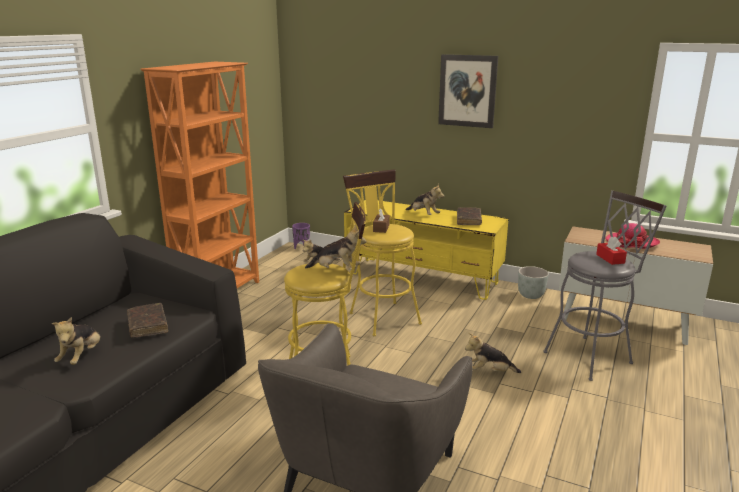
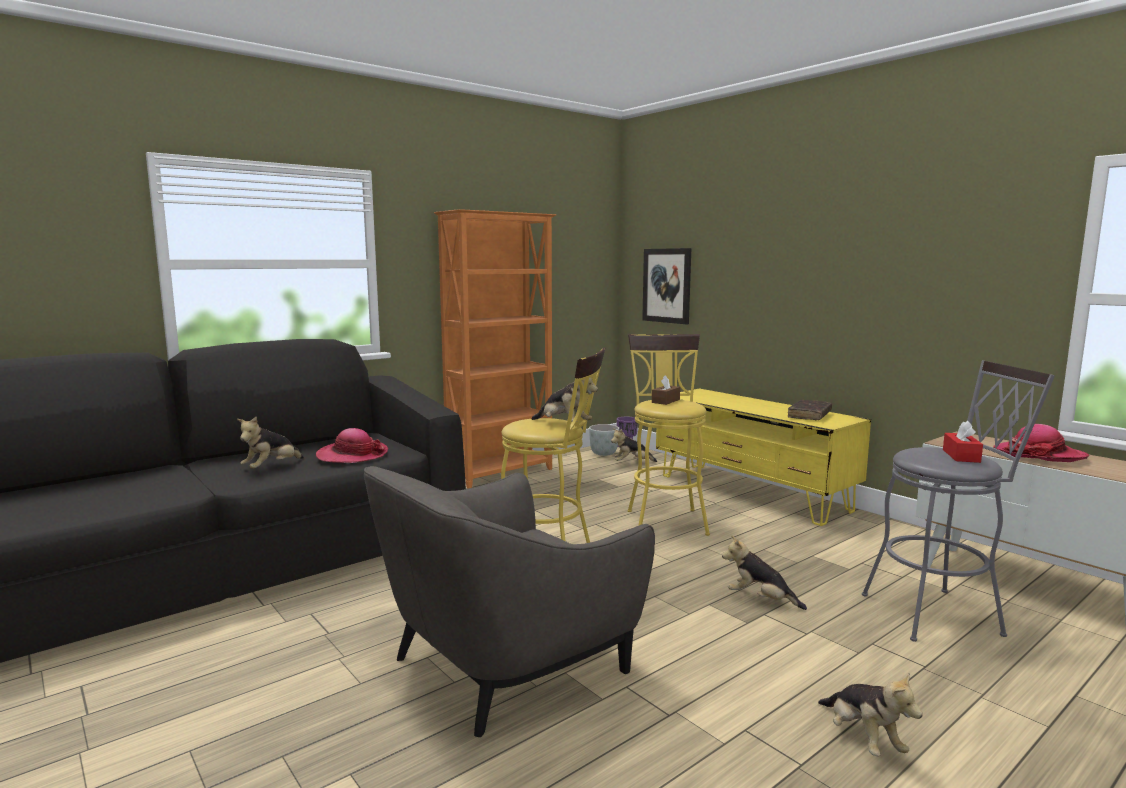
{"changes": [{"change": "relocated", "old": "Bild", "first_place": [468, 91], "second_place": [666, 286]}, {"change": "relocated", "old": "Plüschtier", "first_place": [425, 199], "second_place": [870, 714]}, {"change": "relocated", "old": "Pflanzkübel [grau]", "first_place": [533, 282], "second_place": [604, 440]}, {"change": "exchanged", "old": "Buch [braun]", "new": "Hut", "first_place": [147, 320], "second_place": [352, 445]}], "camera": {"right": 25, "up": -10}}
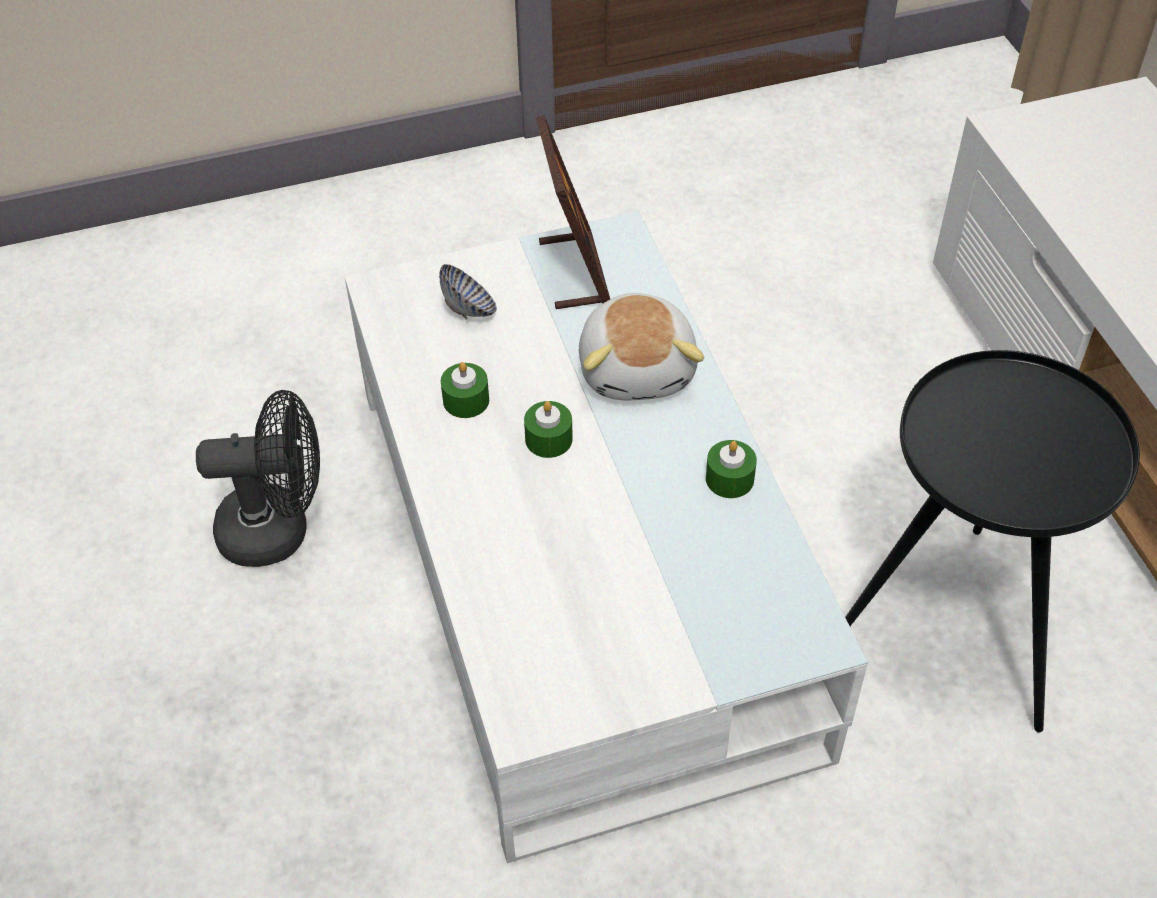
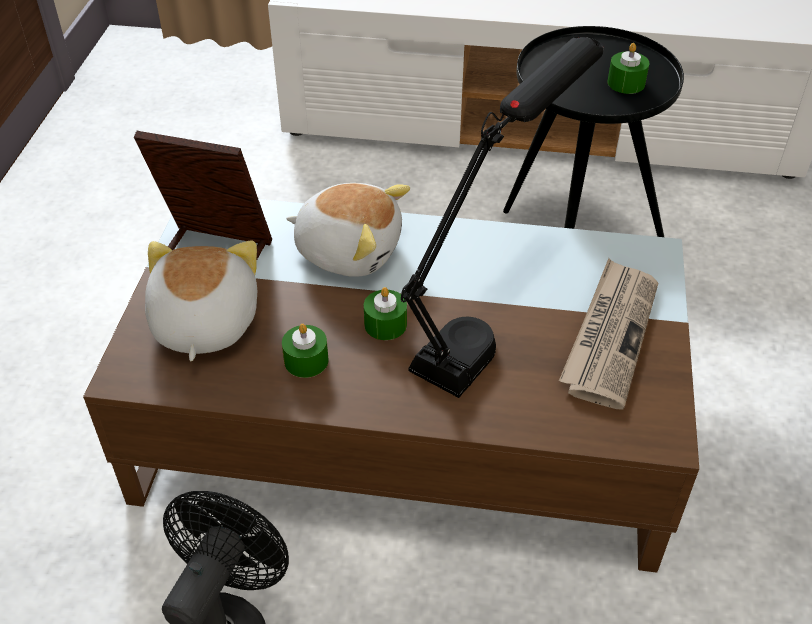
{"changes": [{"change": "colour", "old": "Couchtisch [weiß]", "new": "Couchtisch [braun]", "first_place": [606, 537], "second_place": [391, 386]}, {"change": "exchanged", "old": "Schüssel", "new": "Plüschtier", "first_place": [468, 292], "second_place": [201, 301]}, {"change": "relocated", "old": "Kerze [grün]", "first_place": [731, 469], "second_place": [628, 68]}, {"change": "appeared", "new": "Tischlampe [schwarz]", "second_place": [502, 217]}, {"change": "appeared", "new": "Zeitung", "second_place": [608, 334]}], "camera": {"right": -65, "up": -5}}
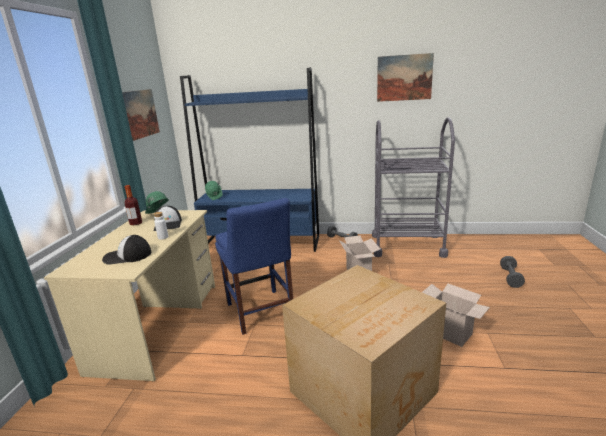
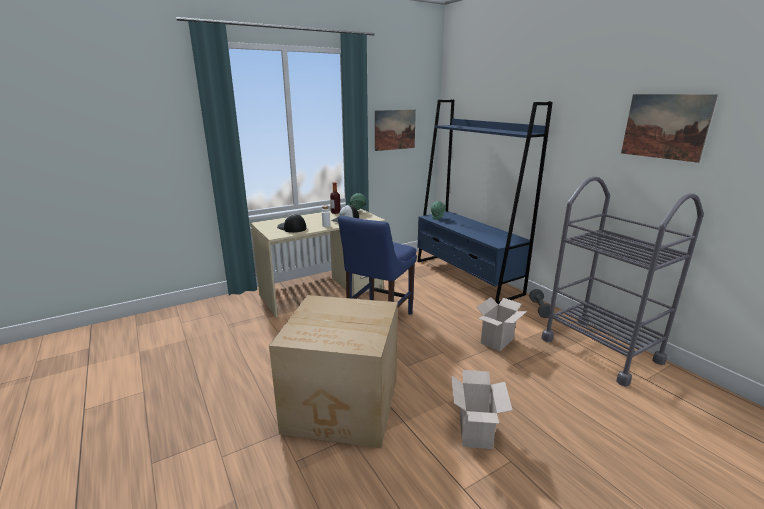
{"changes": [{"change": "missing", "old": "Hantel [grau]", "first_place": [512, 272]}], "camera": {"right": 50, "up": 0}}
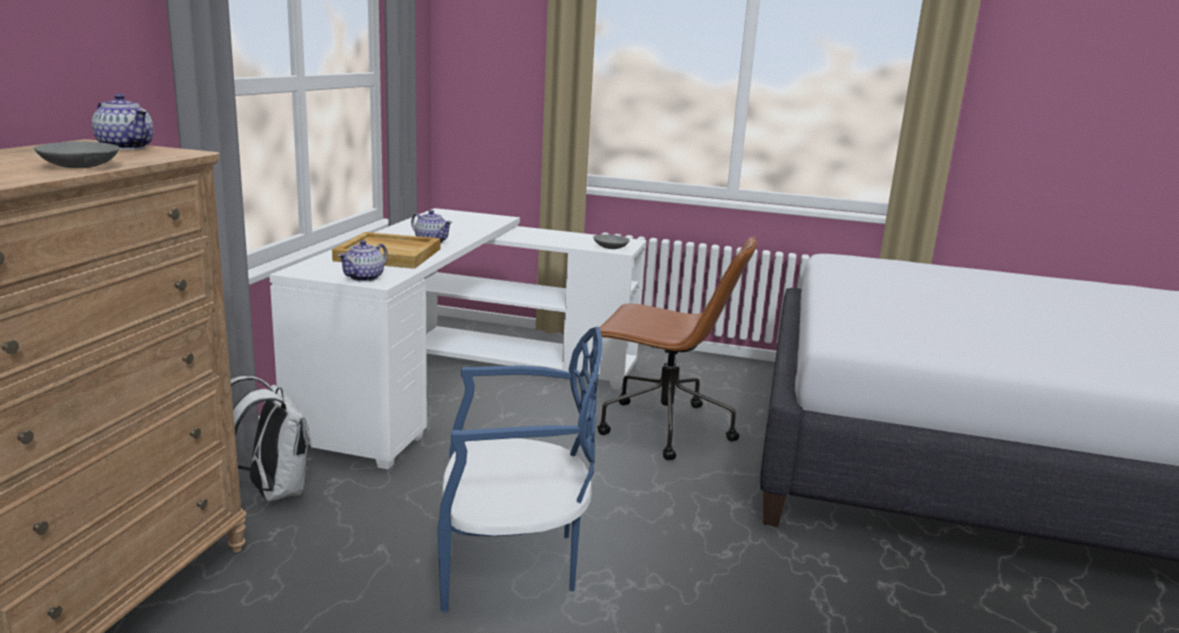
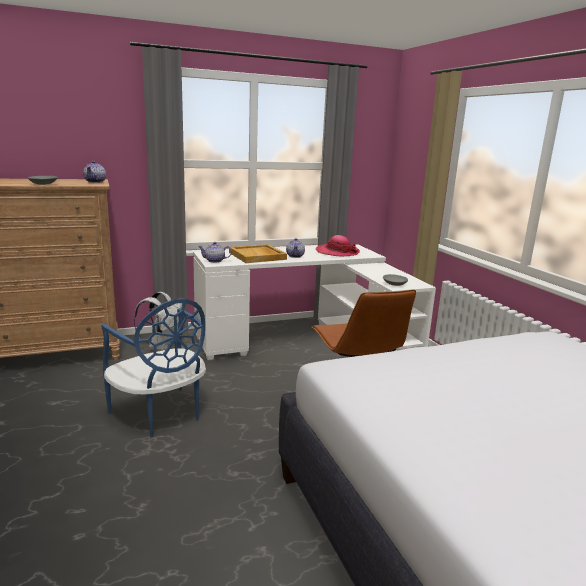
{"changes": [{"change": "appeared", "new": "Hut", "second_place": [338, 245]}], "camera": {"right": 55, "up": 0}}
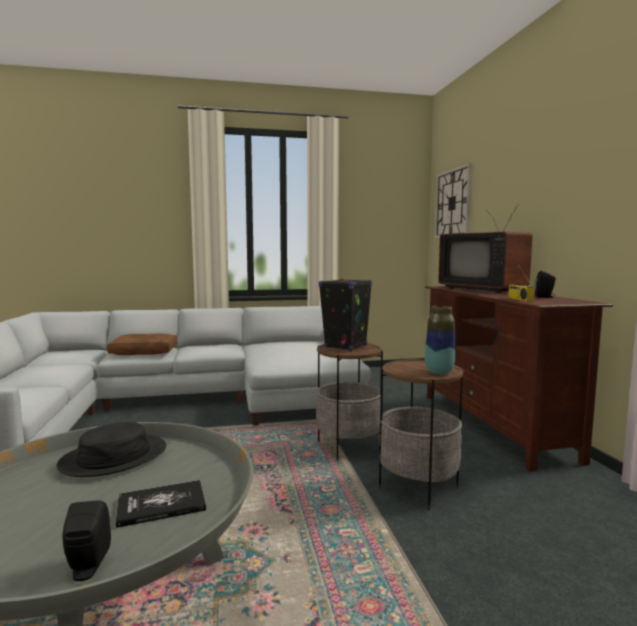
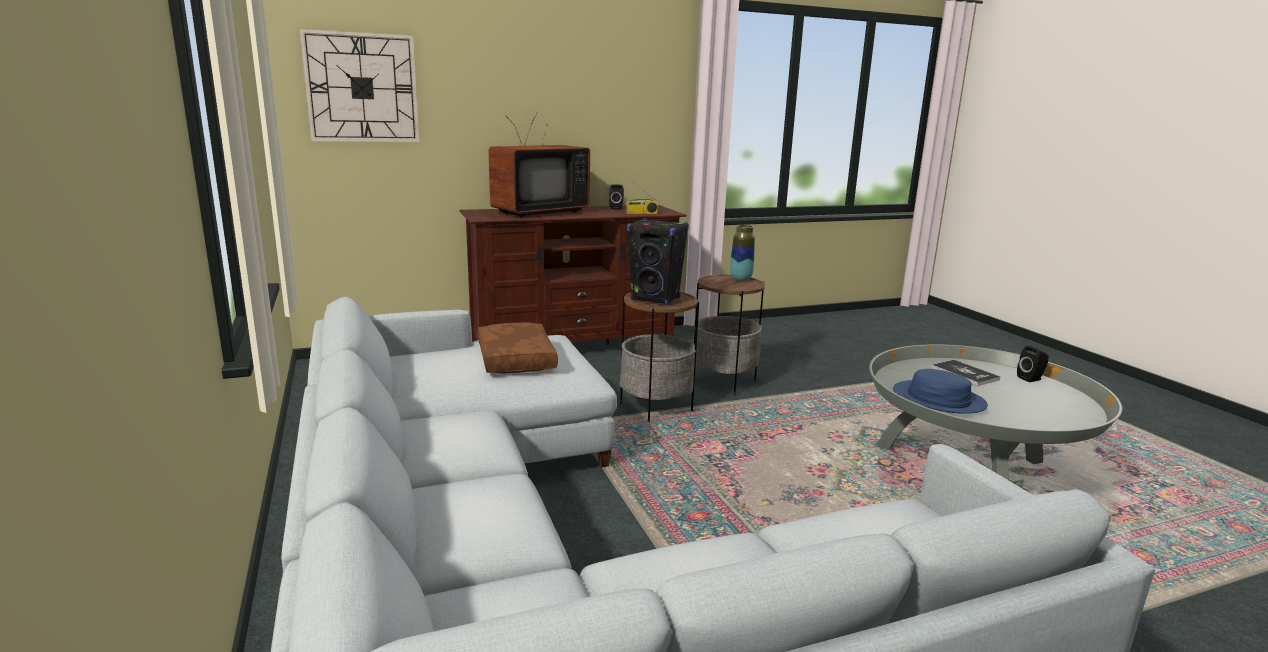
{"changes": [{"change": "relocated", "old": "Kissen [braun]", "first_place": [142, 344], "second_place": [518, 348]}, {"change": "colour", "old": "Hut [schwarz]", "new": "Hut [blau]", "first_place": [111, 449], "second_place": [940, 391]}], "camera": {"right": -100, "up": 10}}
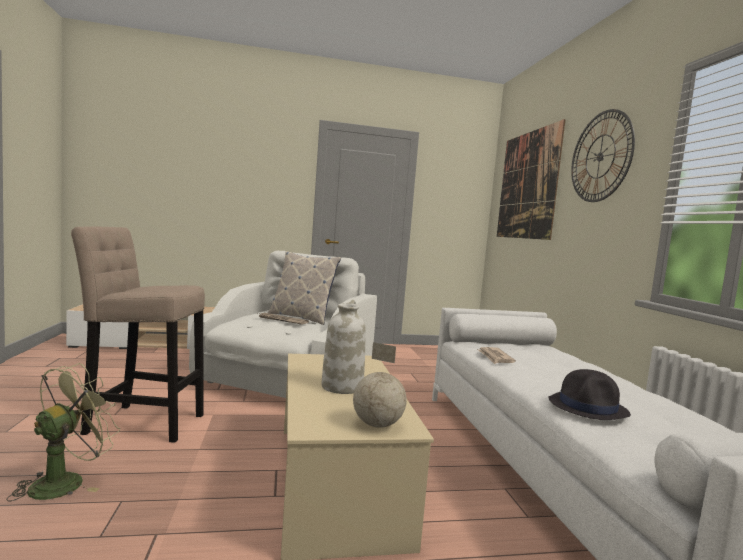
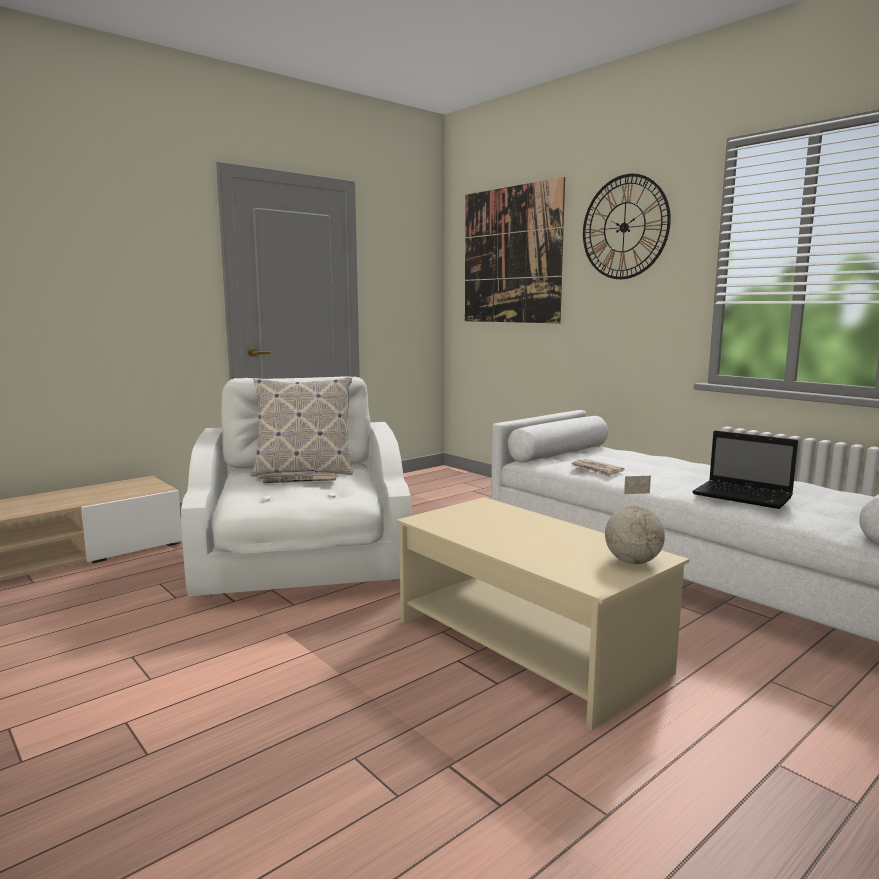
{"changes": [{"change": "missing", "old": "Hocker [beige]", "first_place": [138, 335]}, {"change": "missing", "old": "Vase [weiß]", "first_place": [343, 347]}, {"change": "missing", "old": "Ventilator [grün]", "first_place": [63, 432]}, {"change": "exchanged", "old": "Hut [schwarz]", "new": "Laptop", "first_place": [589, 394], "second_place": [745, 470]}], "camera": {"right": -30, "up": 5}}
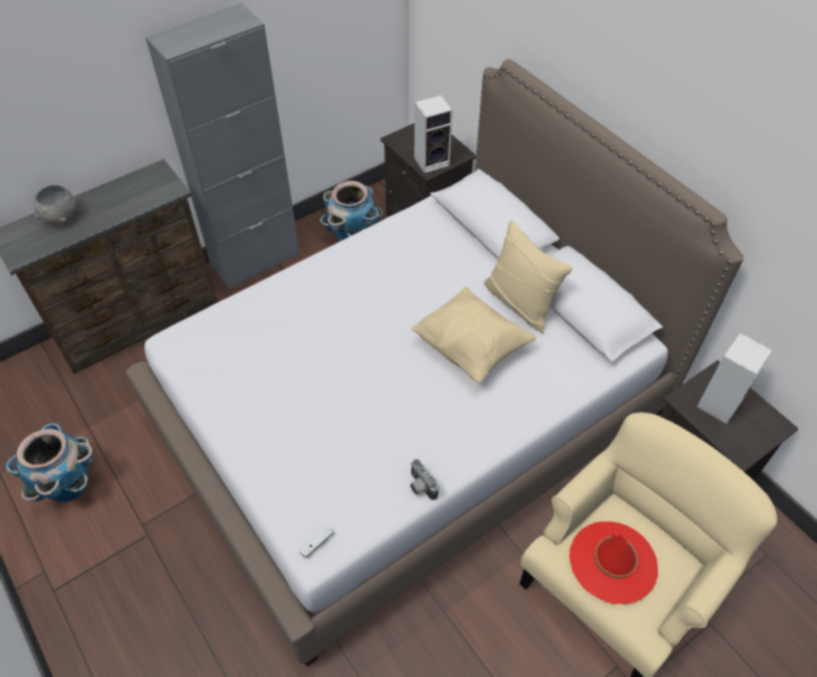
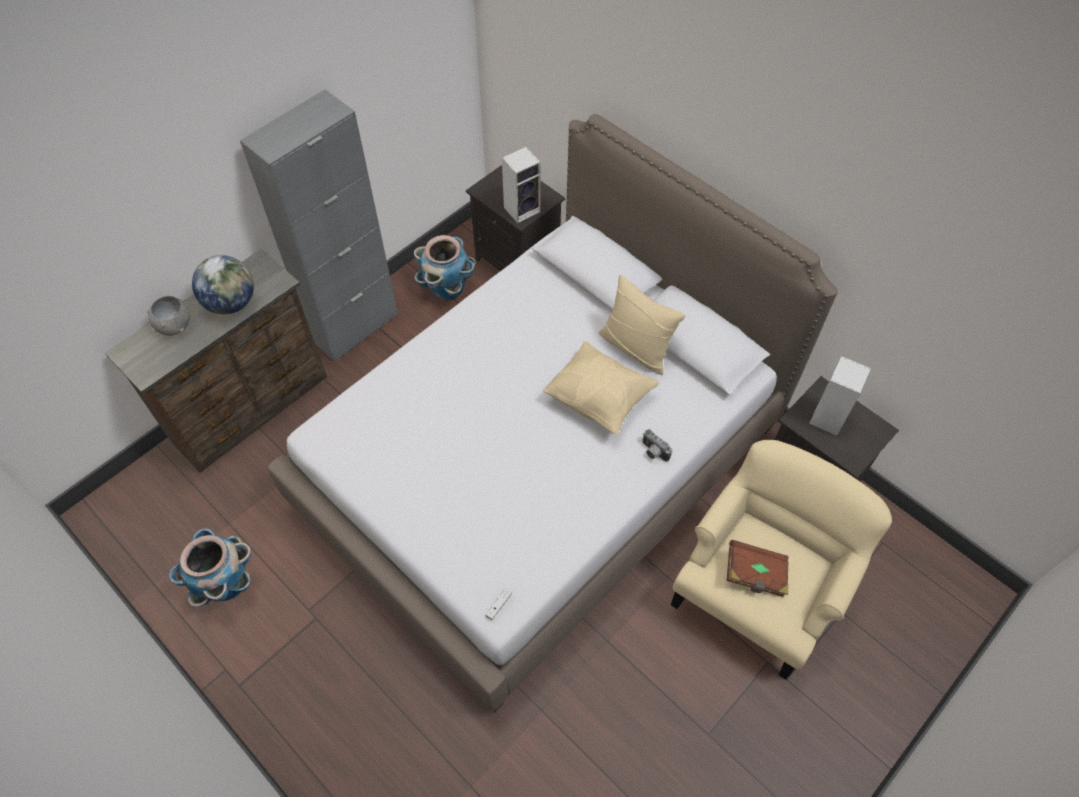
{"changes": [{"change": "relocated", "old": "Kamera", "first_place": [424, 479], "second_place": [657, 445]}, {"change": "exchanged", "old": "Hut [rot]", "new": "Buch [braun]", "first_place": [613, 562], "second_place": [757, 568]}, {"change": "appeared", "new": "Globus", "second_place": [223, 284]}], "camera": {"right": -10, "up": 5}}
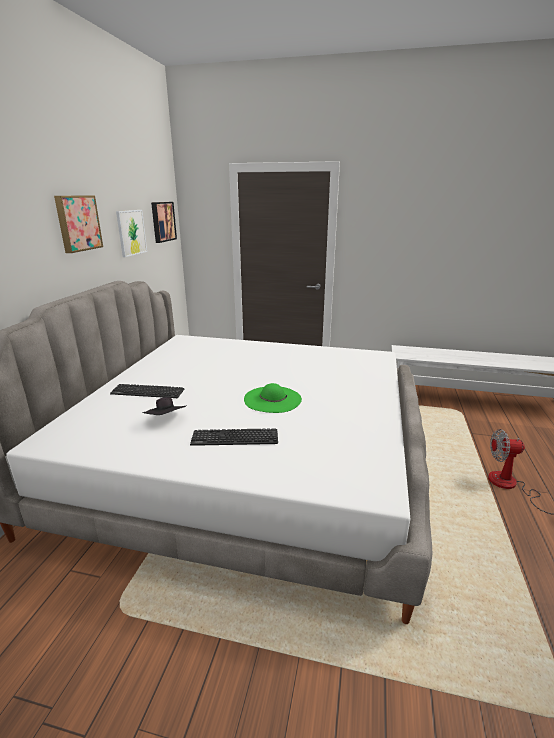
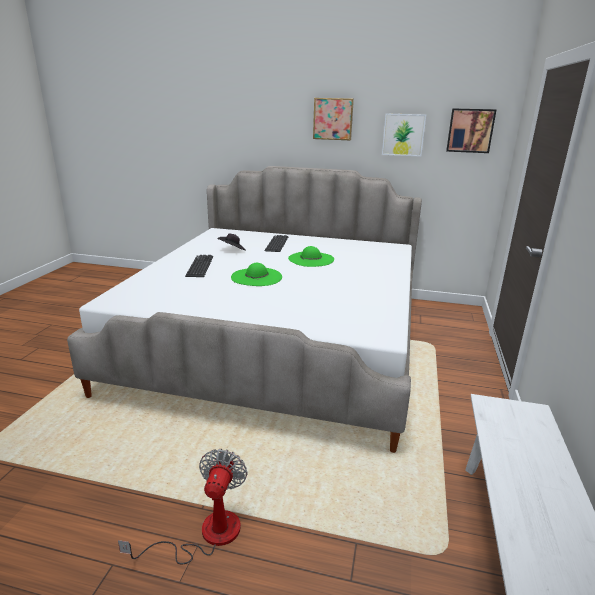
{"changes": [{"change": "appeared", "new": "Hut [grün]", "second_place": [311, 256]}], "camera": {"right": 90, "up": 0}}
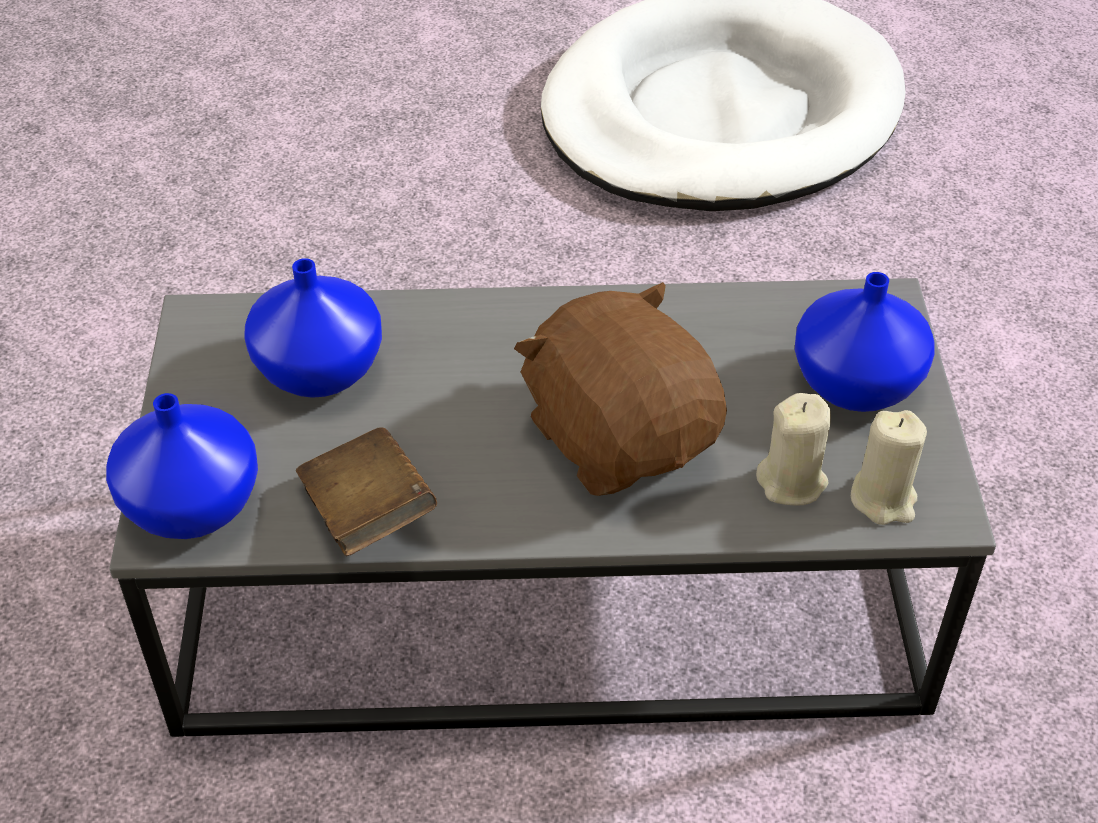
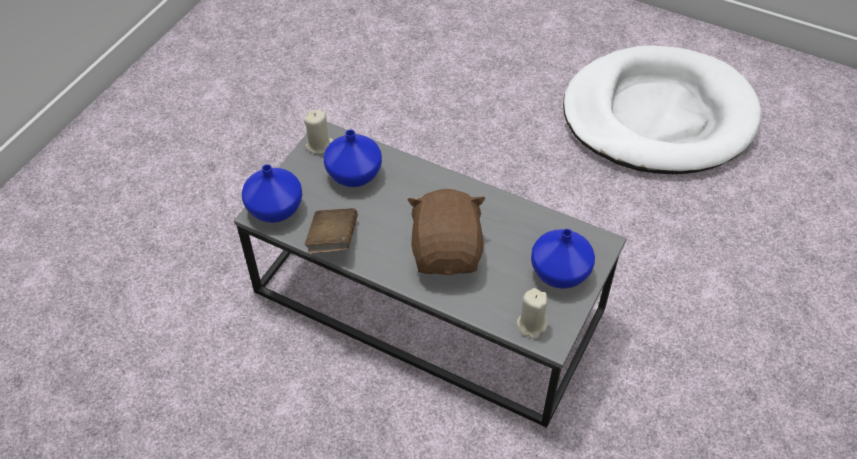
{"changes": [{"change": "relocated", "old": "Kerze [beige]", "first_place": [793, 449], "second_place": [318, 132]}], "camera": {"right": 30, "up": 5}}
